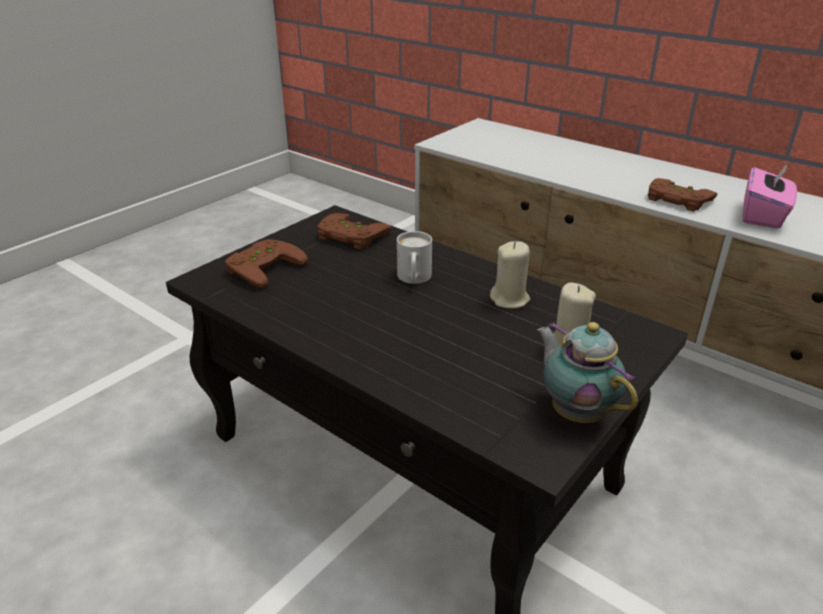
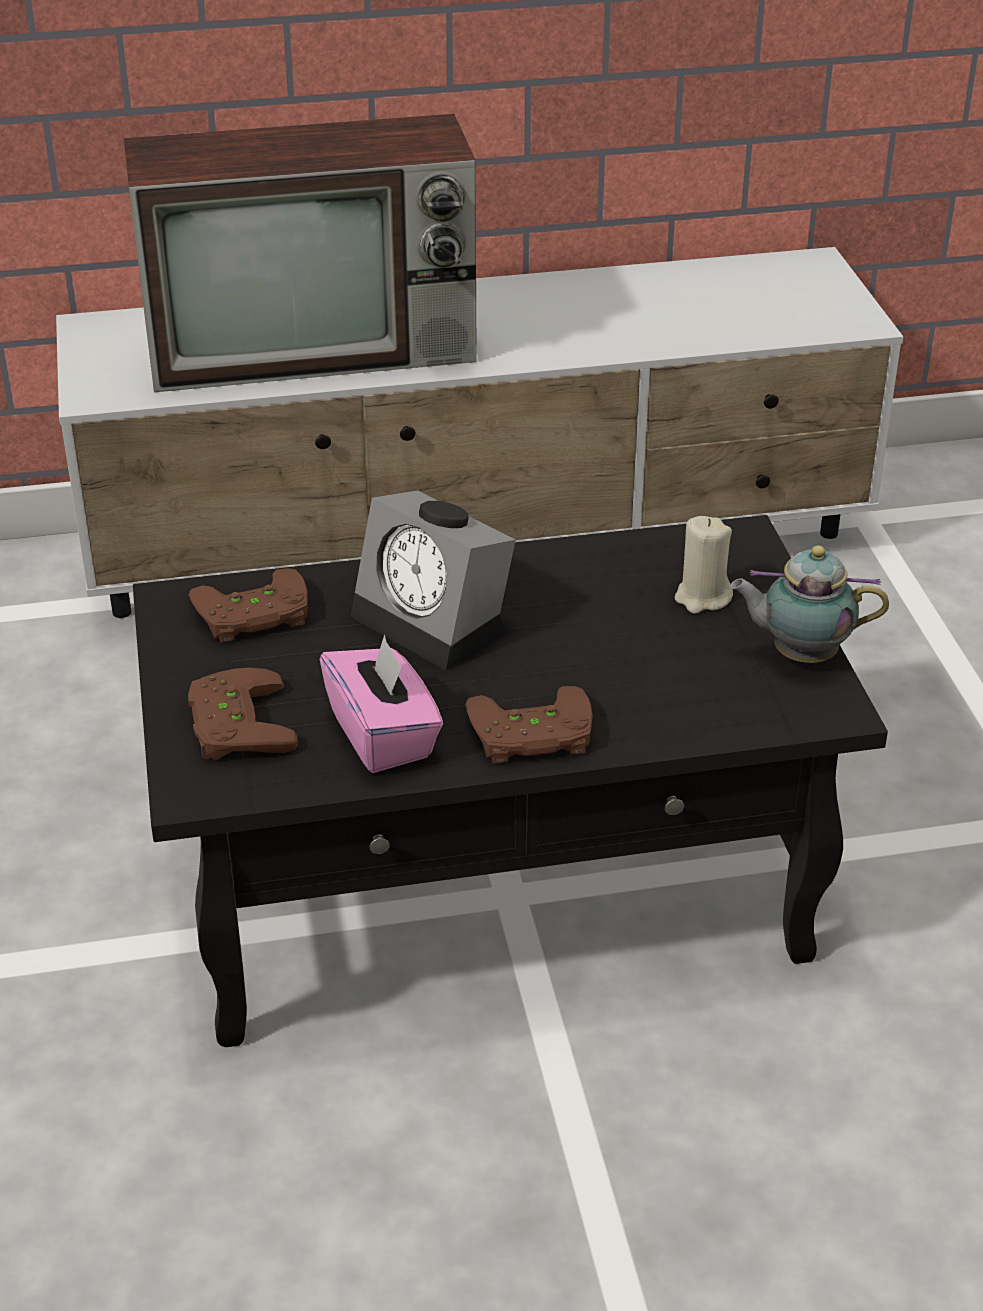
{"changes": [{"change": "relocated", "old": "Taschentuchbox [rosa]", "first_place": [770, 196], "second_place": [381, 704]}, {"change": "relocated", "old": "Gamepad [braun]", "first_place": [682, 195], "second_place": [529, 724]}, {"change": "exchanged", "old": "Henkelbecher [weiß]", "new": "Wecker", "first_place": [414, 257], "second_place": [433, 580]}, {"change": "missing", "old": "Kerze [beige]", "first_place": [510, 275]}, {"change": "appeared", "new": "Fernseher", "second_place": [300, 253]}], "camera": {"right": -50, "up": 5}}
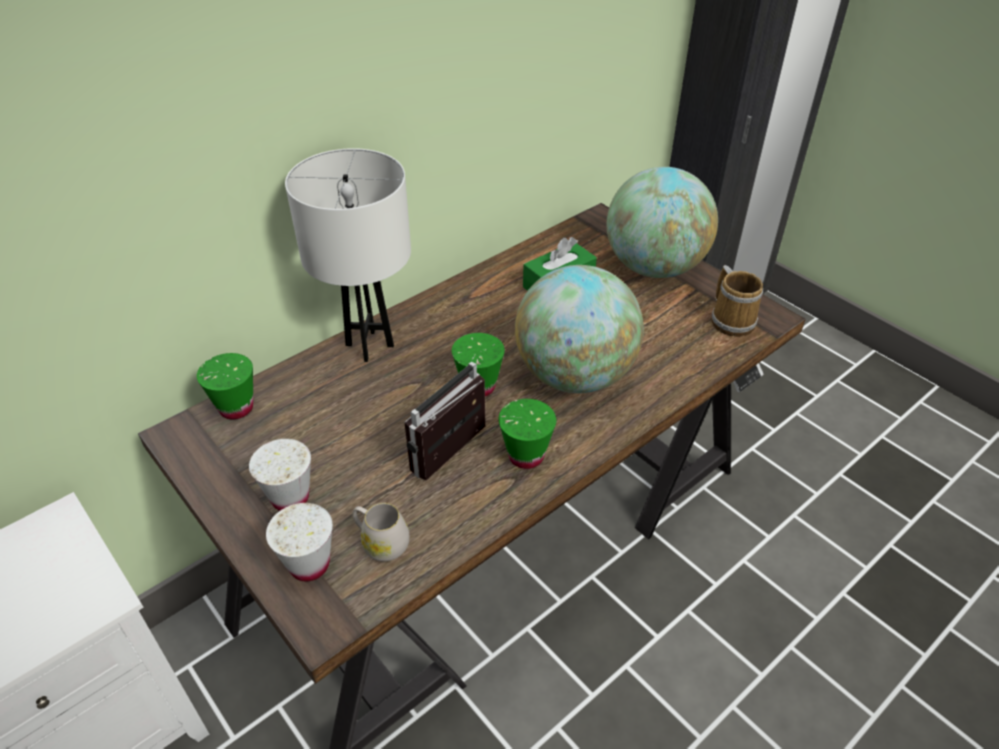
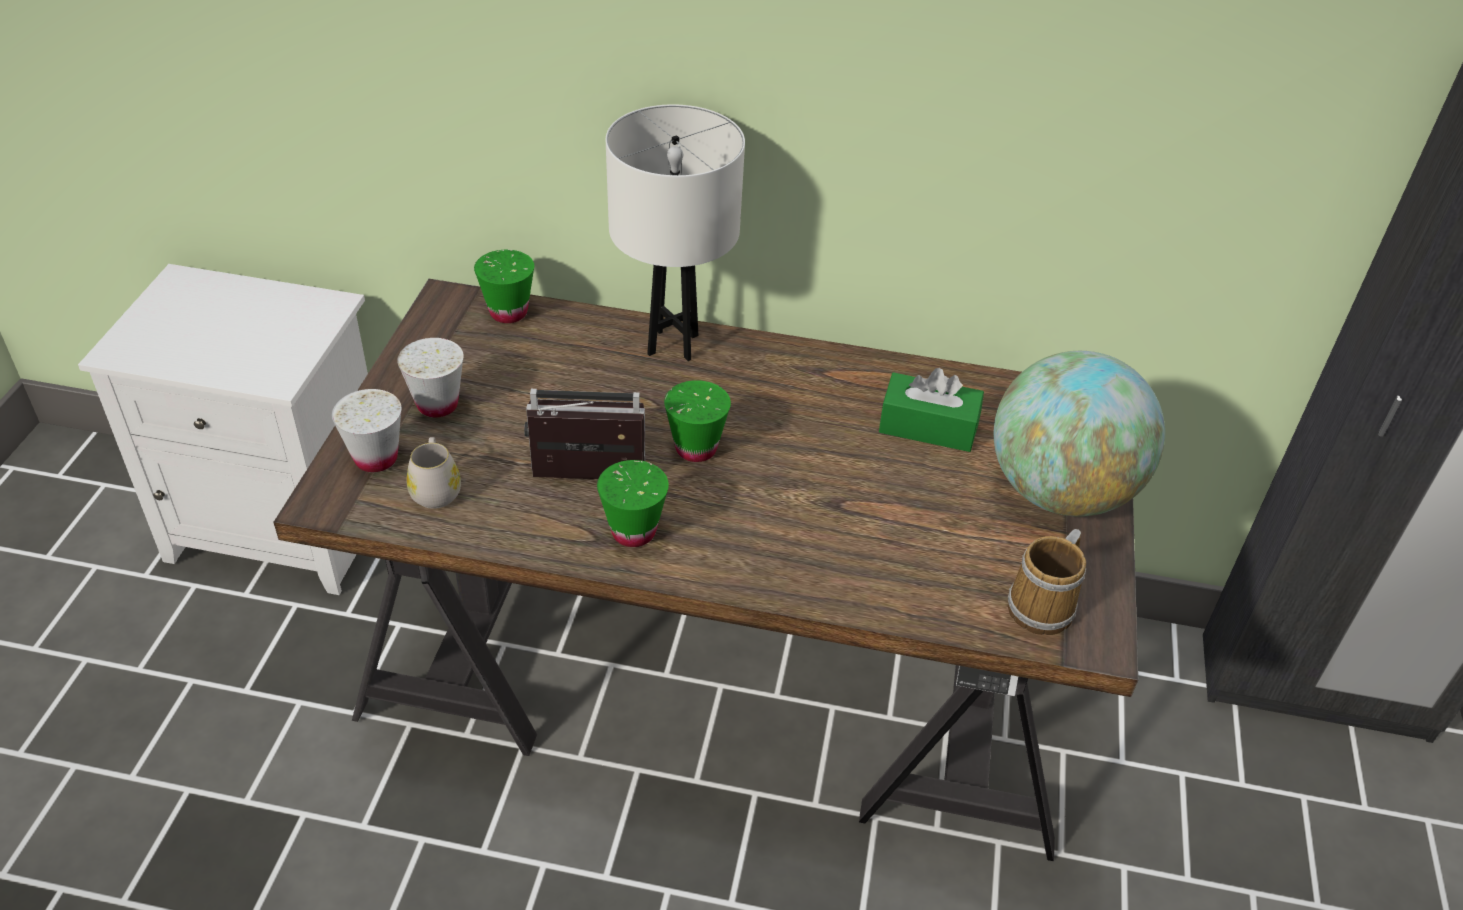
{"changes": [{"change": "missing", "old": "Globus", "first_place": [579, 329]}], "camera": {"right": 50, "up": 0}}
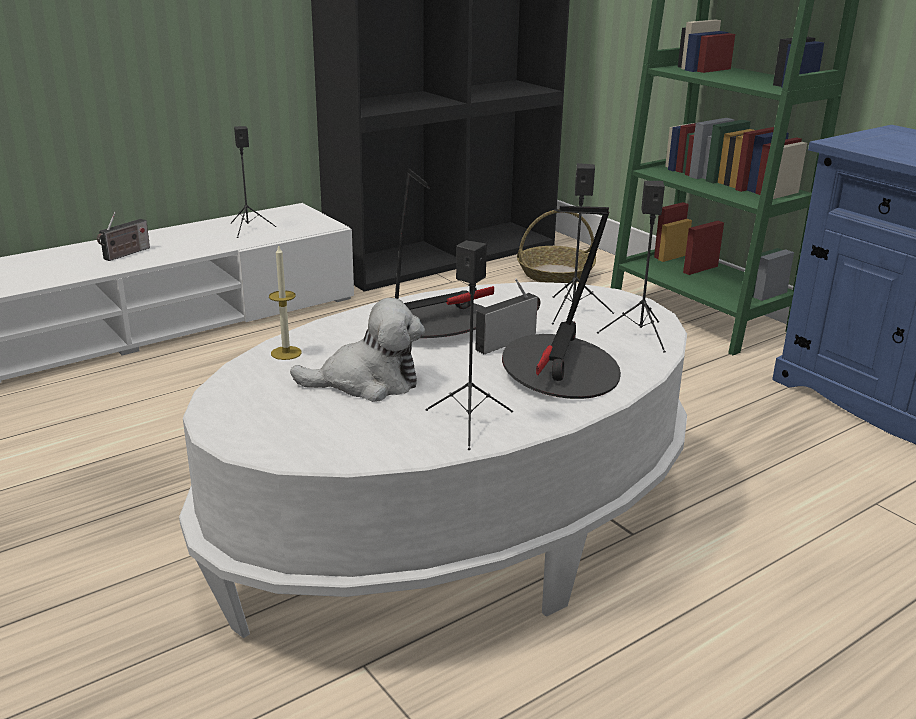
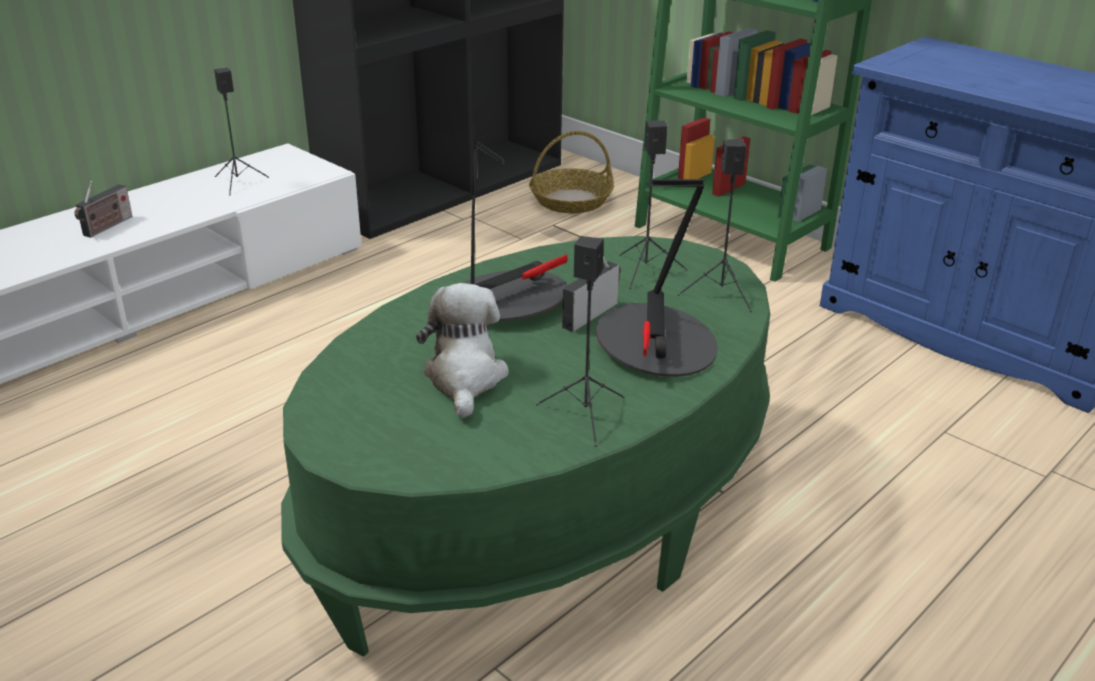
{"changes": [{"change": "missing", "old": "Kerze", "first_place": [285, 302]}, {"change": "colour", "old": "Couchtisch [weiß]", "new": "Couchtisch [grün]", "first_place": [433, 460], "second_place": [525, 446]}, {"change": "spun", "old": "Plüschtier", "first_place": [357, 350], "second_place": [462, 350], "degrees": -75}], "camera": {"right": -10, "up": 5}}
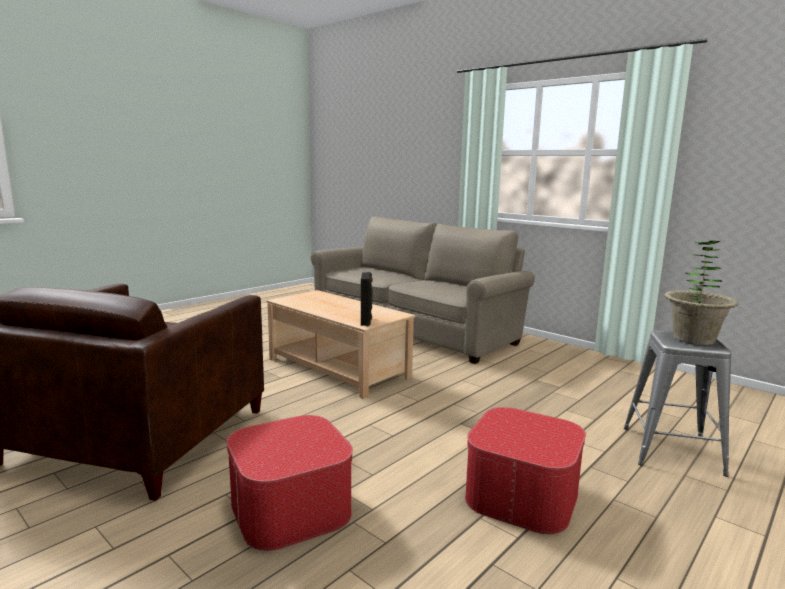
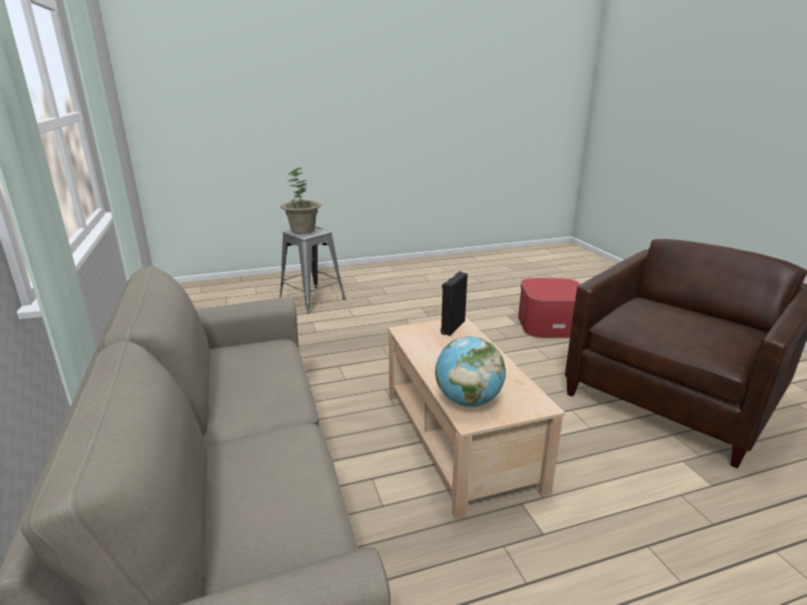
{"changes": [{"change": "missing", "old": "Polsterhocker", "first_place": [525, 470]}, {"change": "appeared", "new": "Globus", "second_place": [470, 371]}], "camera": {"right": -150, "up": 10}}
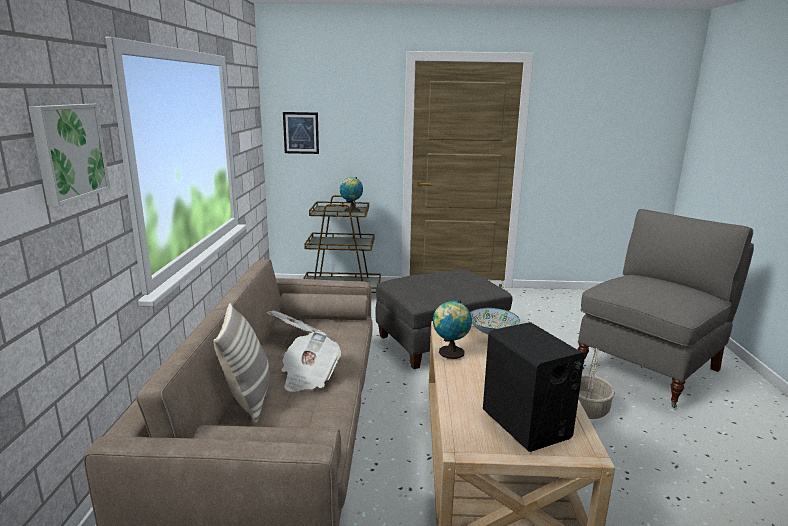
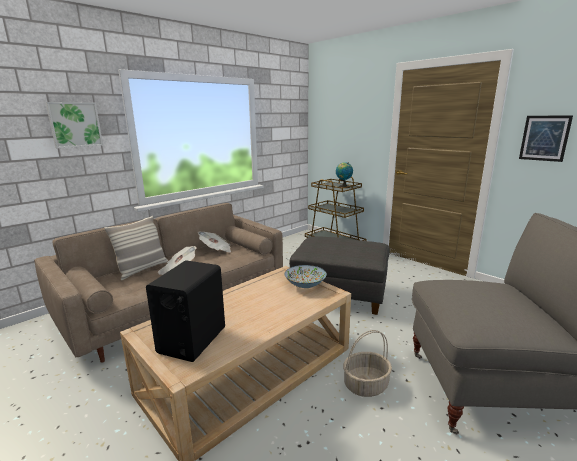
{"changes": [{"change": "relocated", "old": "Bild", "first_place": [301, 133], "second_place": [546, 138]}, {"change": "missing", "old": "Globus", "first_place": [452, 329]}], "camera": {"right": 45, "up": 0}}
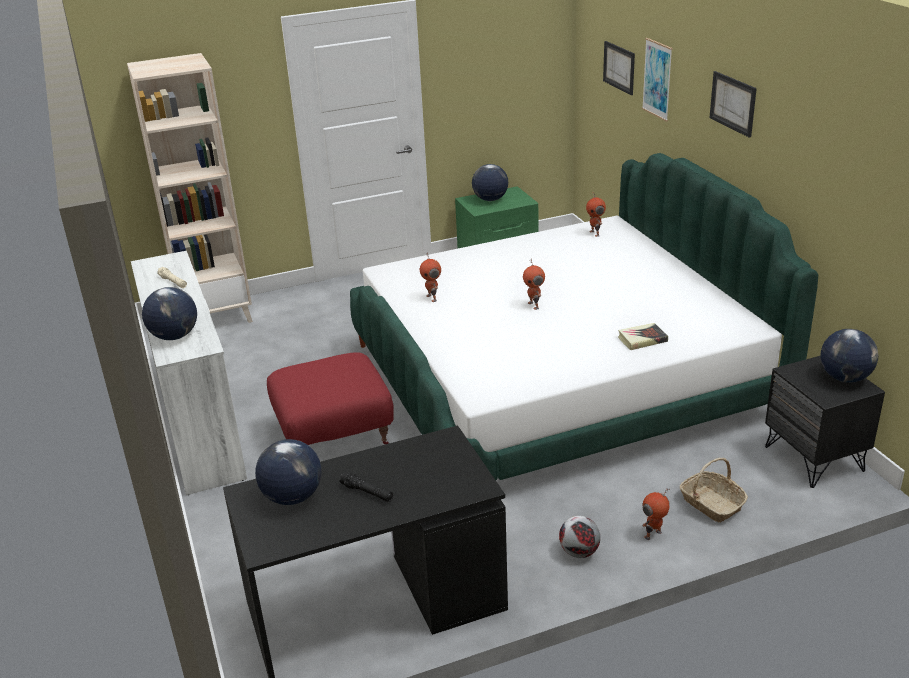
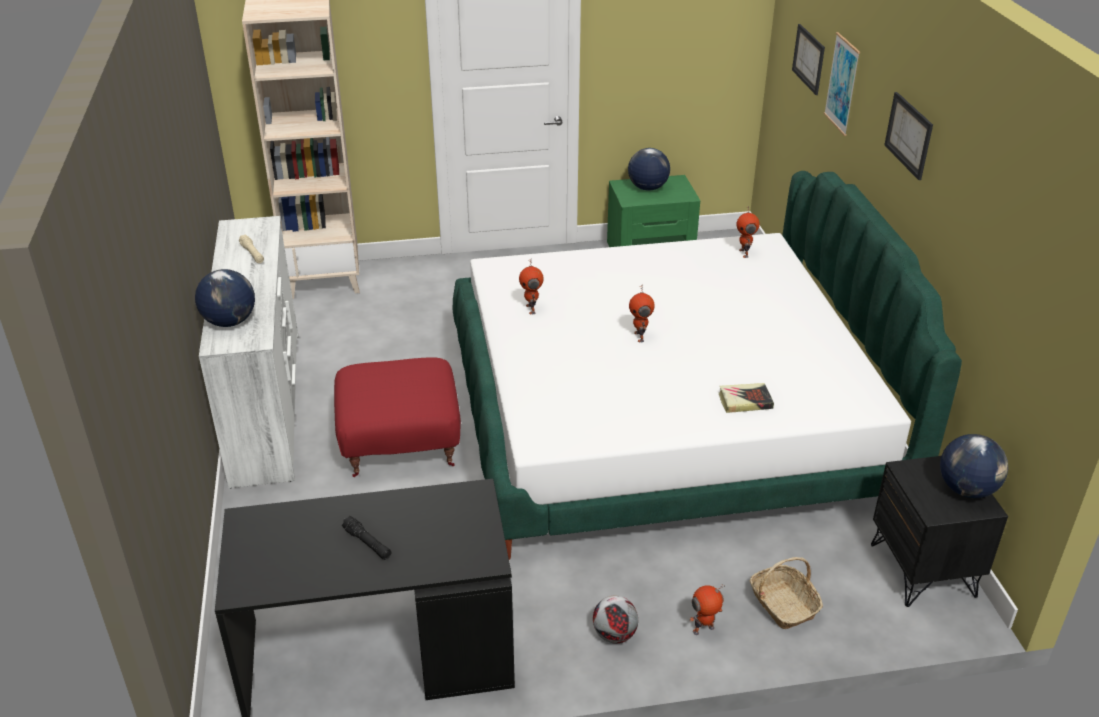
{"changes": [{"change": "missing", "old": "Globus", "first_place": [288, 472]}], "camera": {"right": 10, "up": 5}}
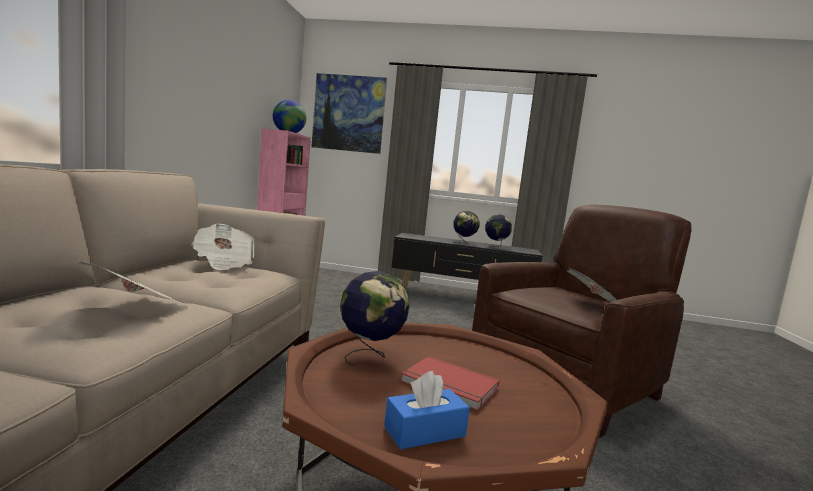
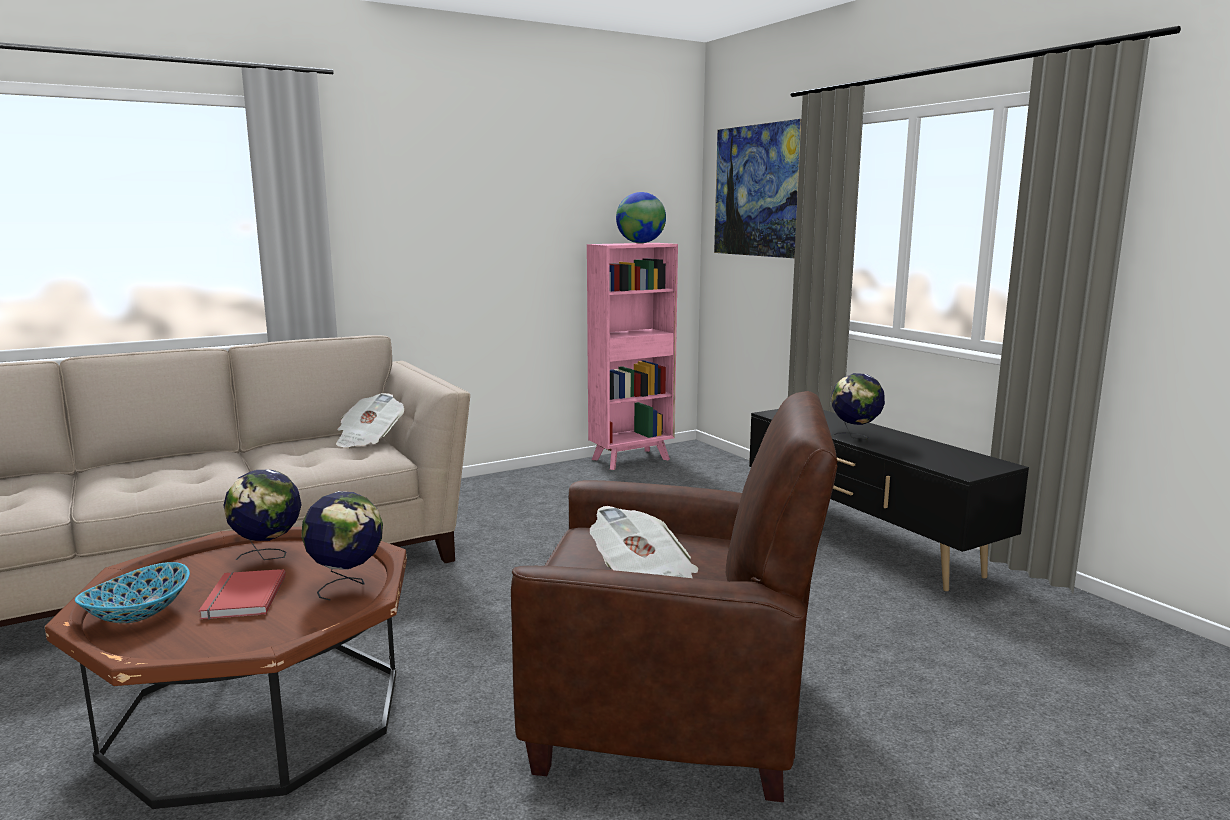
{"changes": [{"change": "relocated", "old": "Globus", "first_place": [498, 232], "second_place": [342, 545]}, {"change": "missing", "old": "Zeitung", "first_place": [130, 281]}, {"change": "exchanged", "old": "Taschentuchbox [blau]", "new": "Schüssel", "first_place": [427, 410], "second_place": [132, 592]}], "camera": {"right": 50, "up": 5}}
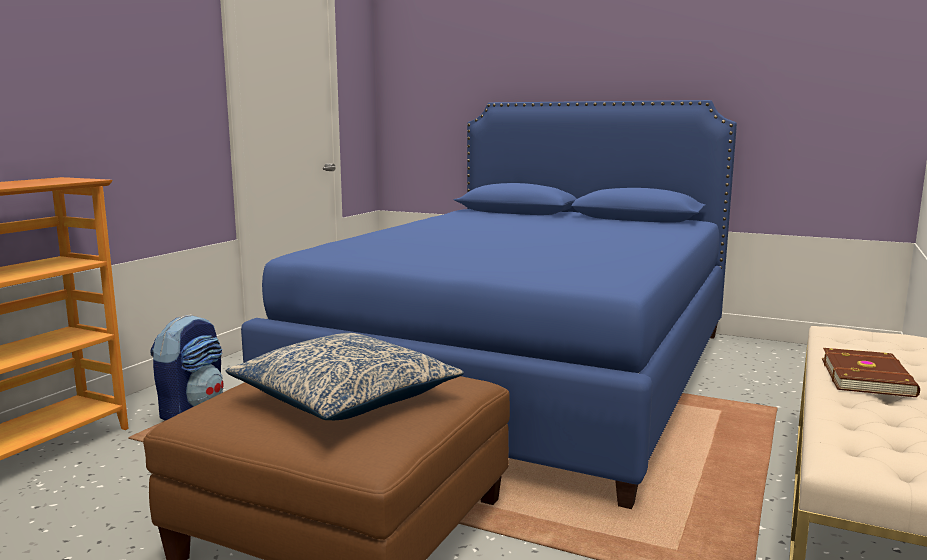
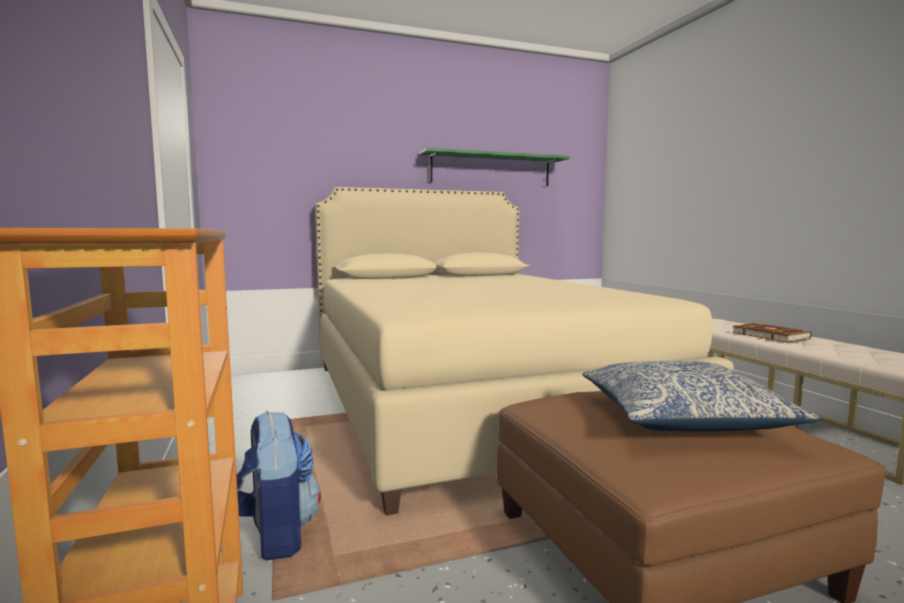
{"changes": [{"change": "colour", "old": "Bett [blau]", "new": "Bett [beige]", "first_place": [489, 304], "second_place": [524, 351]}, {"change": "appeared", "new": "Wandregal [grün]", "second_place": [494, 167]}], "camera": {"right": -45, "up": -5}}
